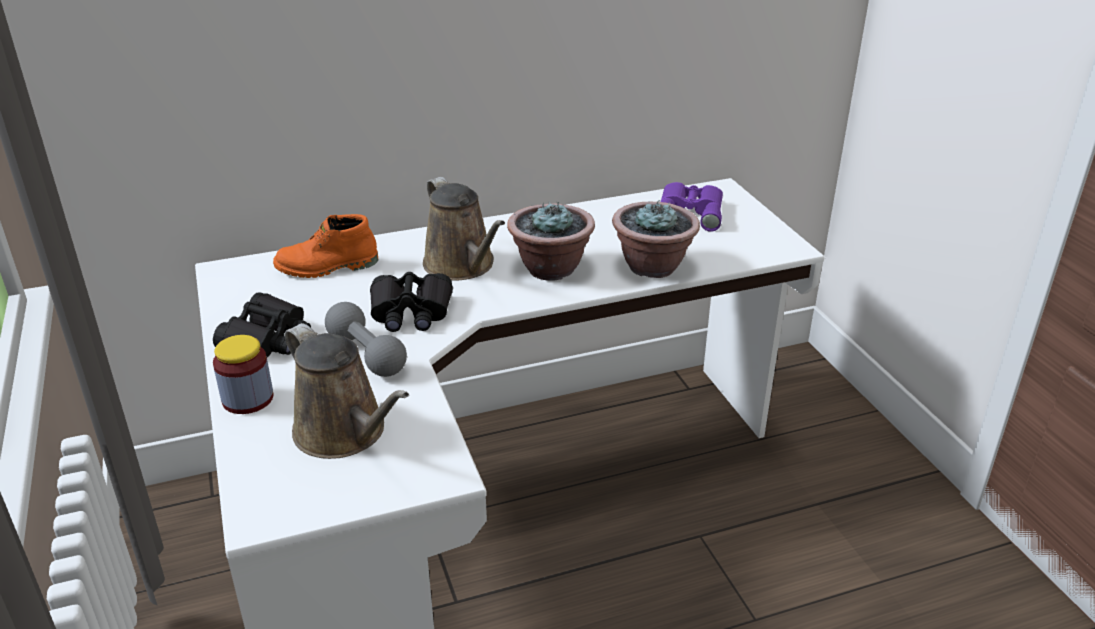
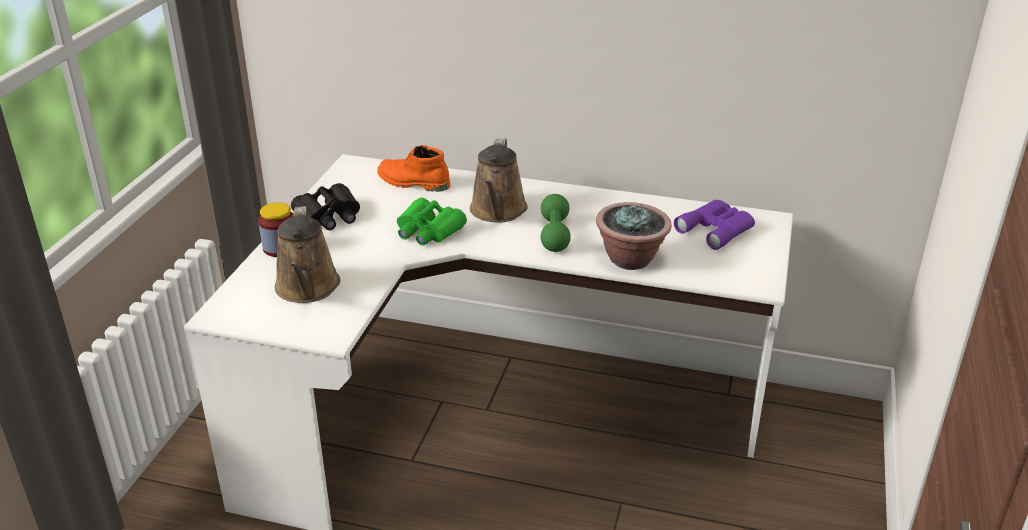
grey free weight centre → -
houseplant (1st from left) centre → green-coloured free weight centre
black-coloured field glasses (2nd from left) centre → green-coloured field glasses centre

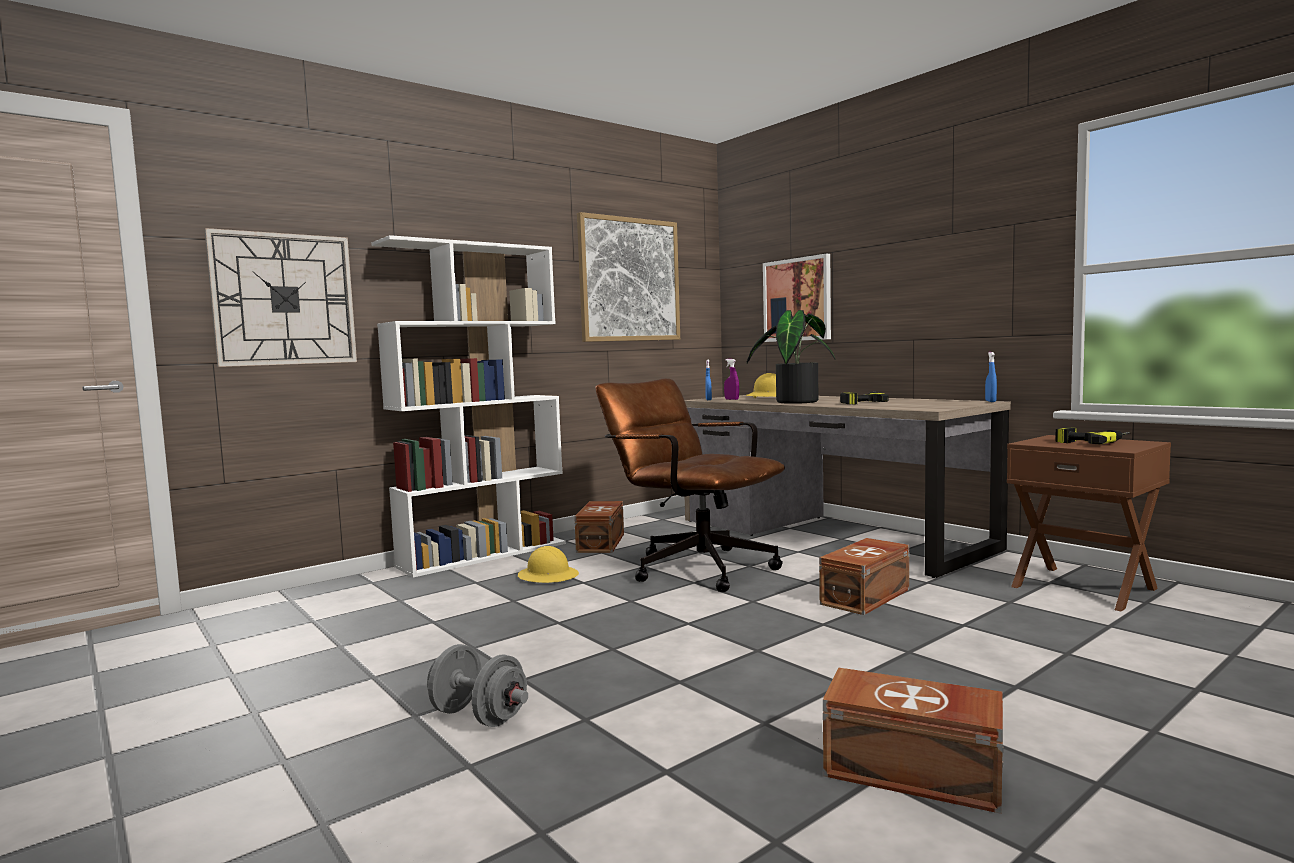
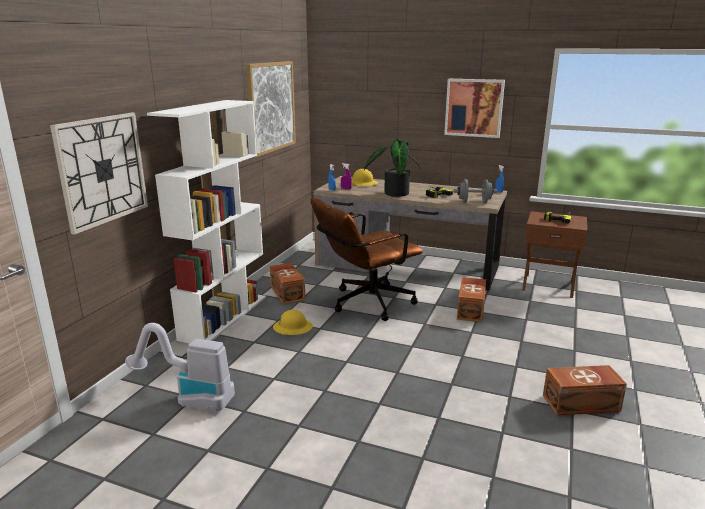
- → vacuum cleaner bottom left
grey free weight bottom centre → grey free weight middle right, moved
wall picture (2nd from left) centre → wall picture (2nd from left) top right, moved
brown computer chair centre, 45 degrees counterclockwise

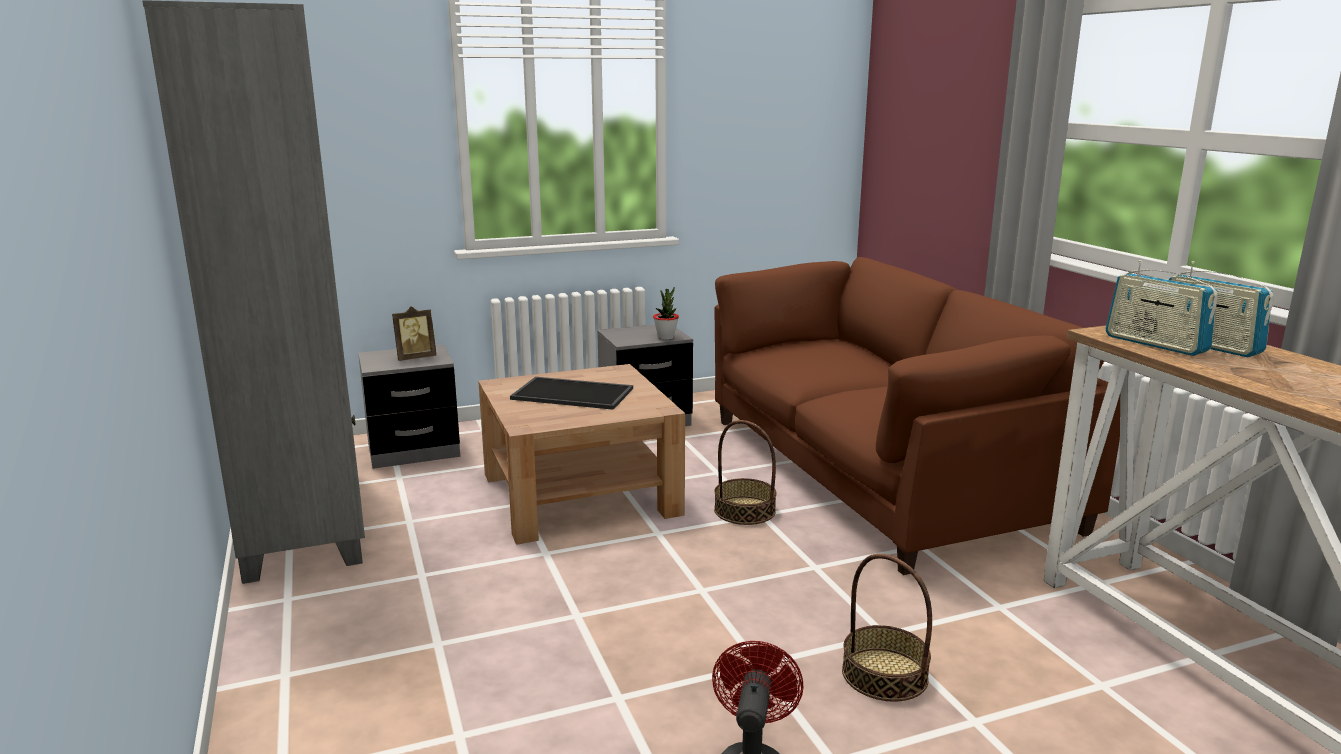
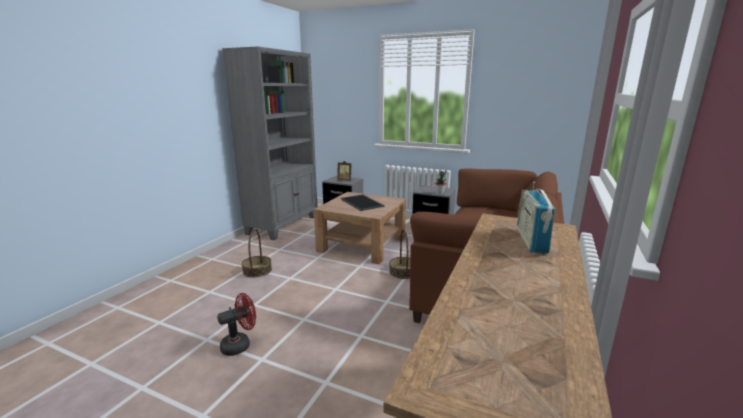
radio (1st from left) middle right → -
basket (2nd from left in the first image) bottom centre → basket (1st from left) centre, moved

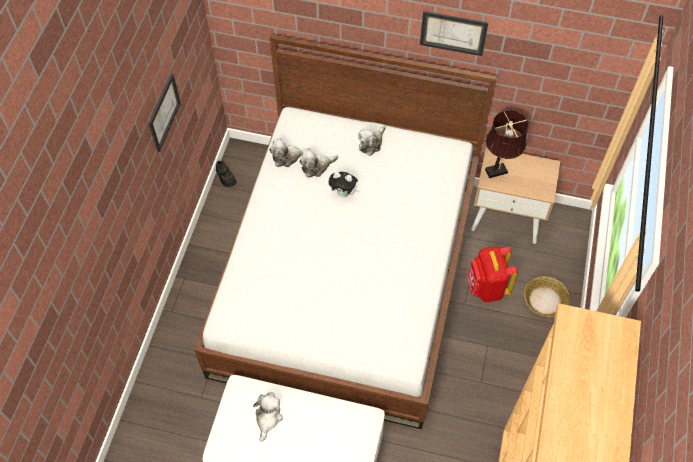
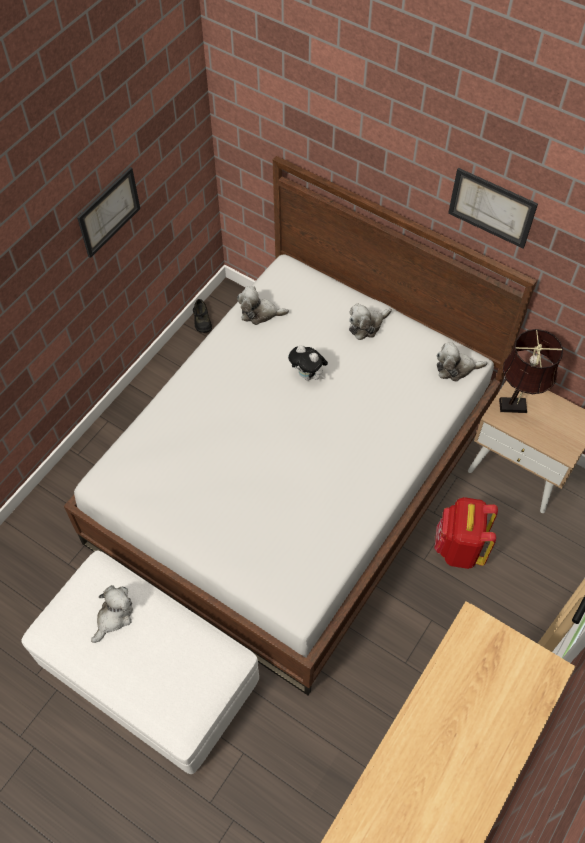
basket middle right → -
soft toy (3rd from left in the first image) centre → soft toy (5th from left) middle right, moved

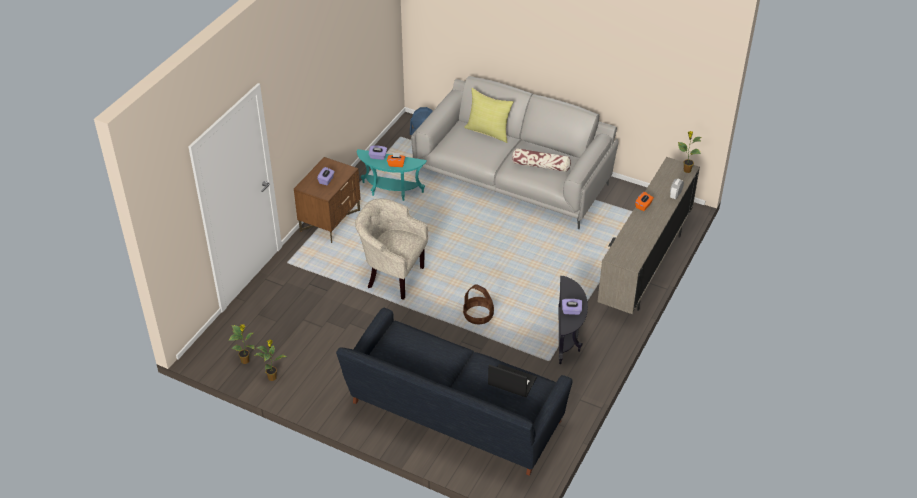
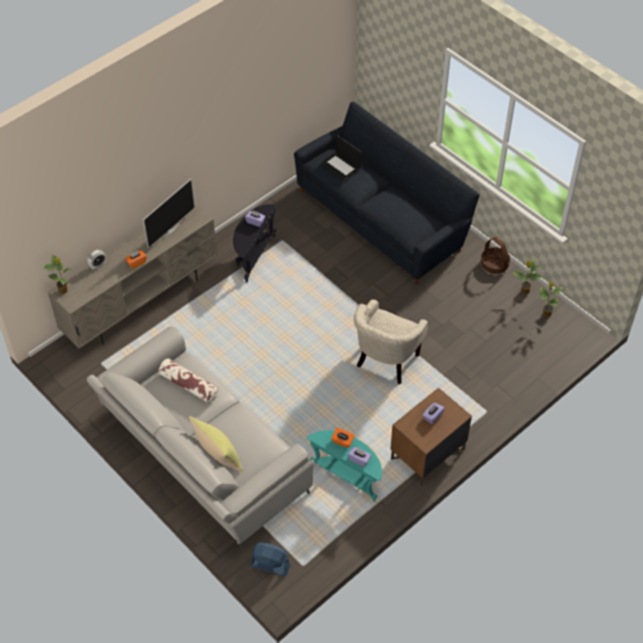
- → TV top left
basket centre → basket middle right, moved
sand-coloured lounge chair centre, 75 degrees clockwise

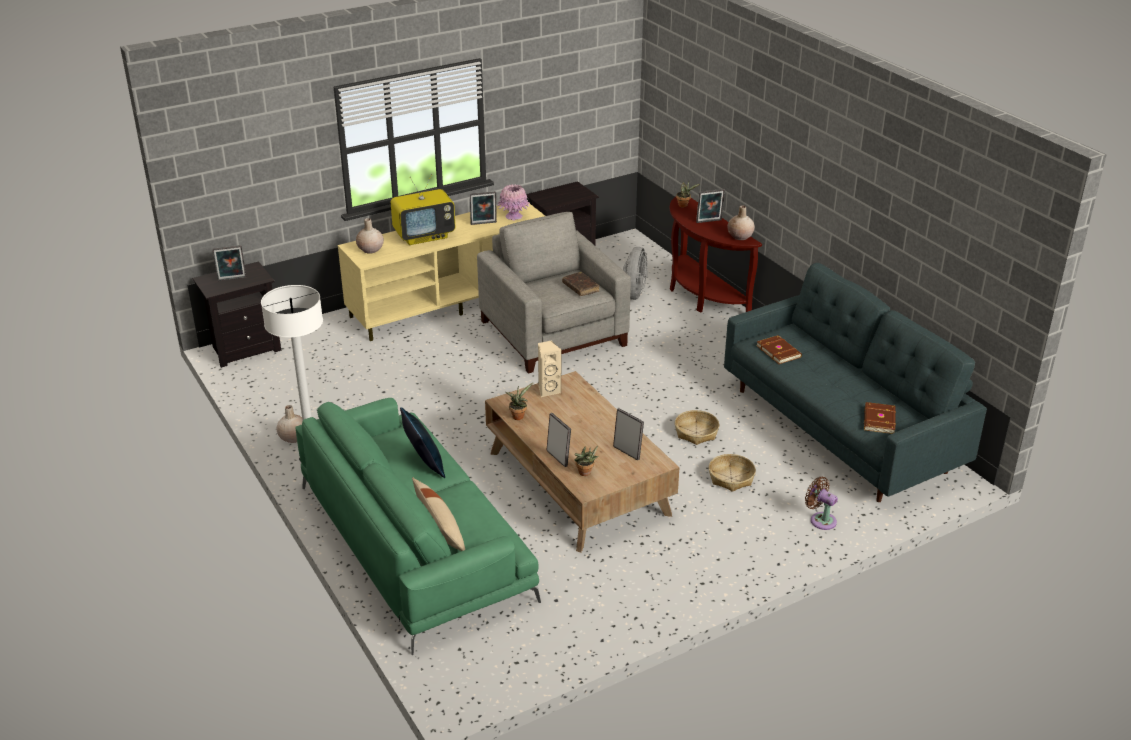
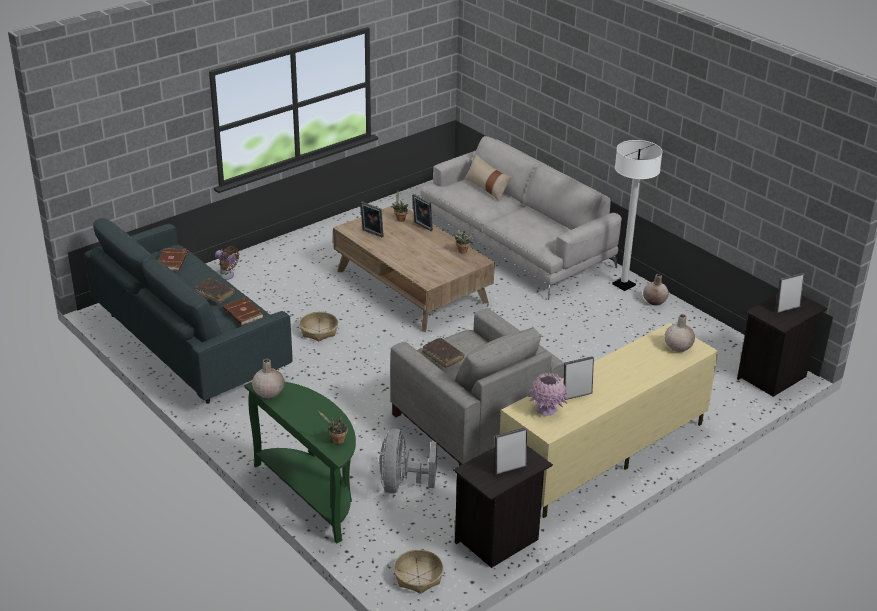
TV top centre → -
blue-coloured throw pillow centre → -
sand-coloured speaker centre → -
- → brown volume (2nd from left) middle left
photo frame (5th from left in the first image) top centre → photo frame (3rd from left) bottom centre, moved
basket (2nd from left) centre → basket (2nd from left) bottom centre, moved
green-coloured settee bottom centre → grey settee (2nd from left) centre
brown console table centre → green-coloured console table bottom centre

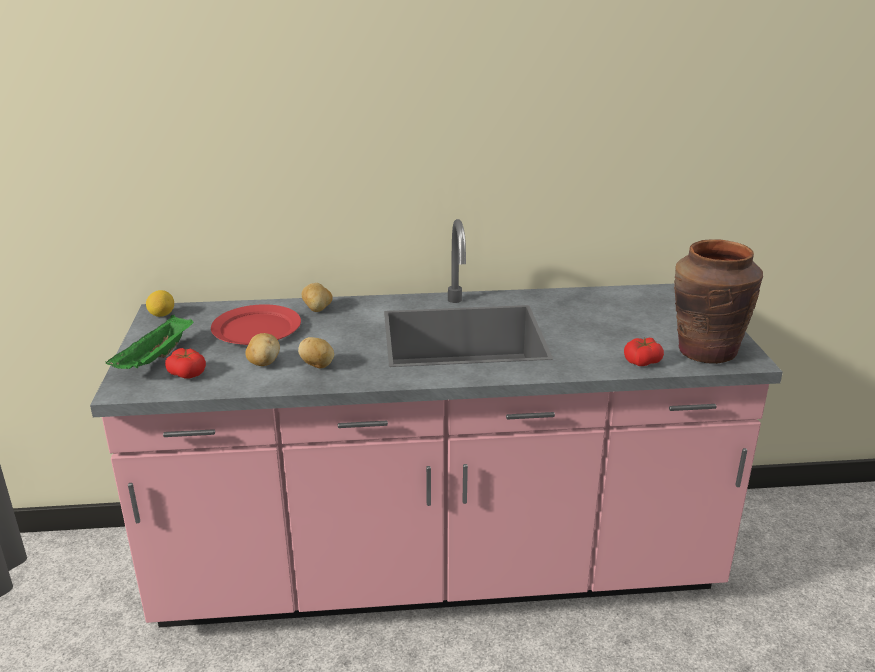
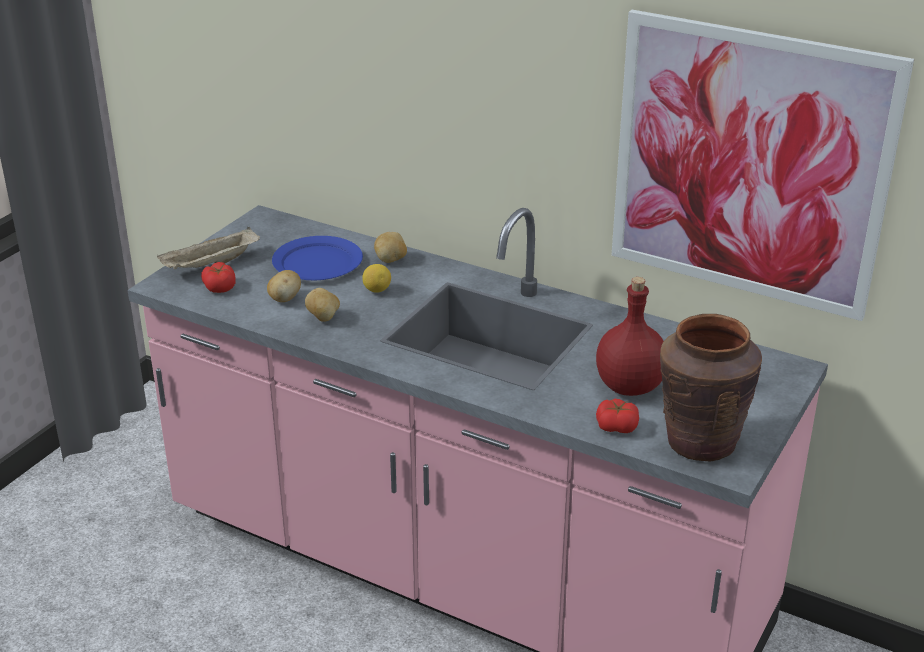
- → red-coloured drink bottle middle right
- → wall picture top right
whole lemon middle left → whole lemon centre, moved
green-coloured carrying tray middle left → sand-coloured carrying tray middle left
red-coloured flat dish middle left → blue-coloured flat dish centre

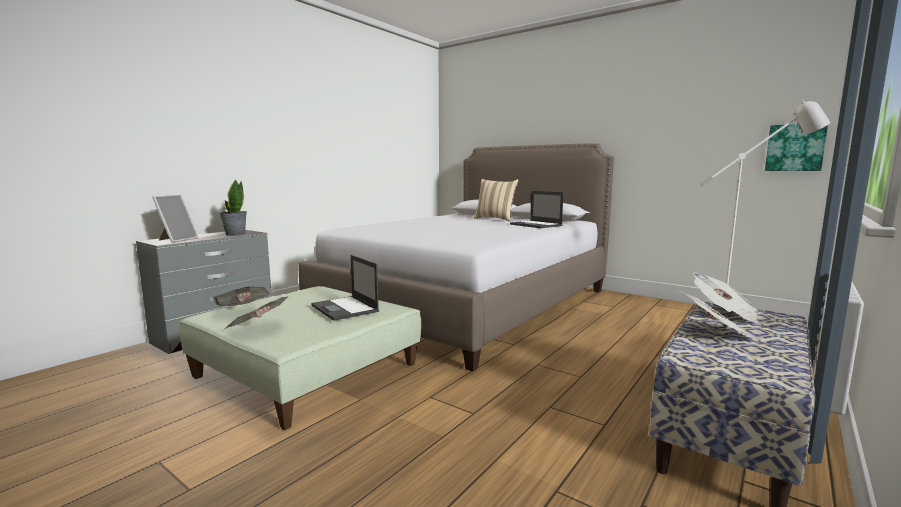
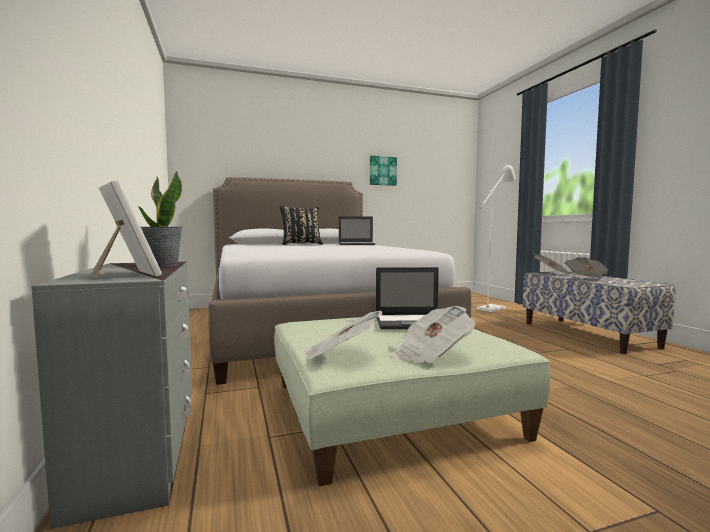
wall picture top right → wall picture top centre, moved
sand-coloured throw pillow centre → black-coloured throw pillow centre

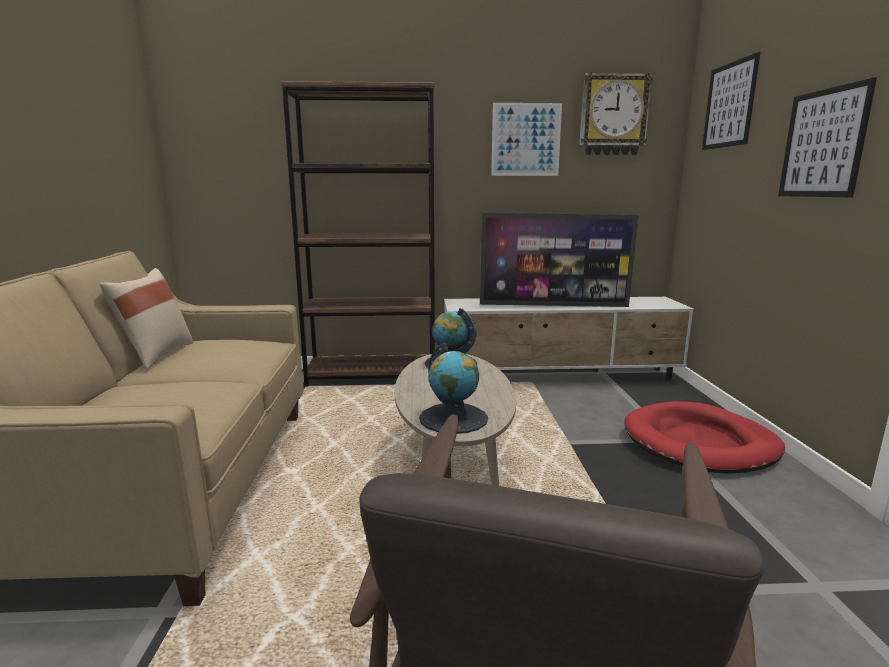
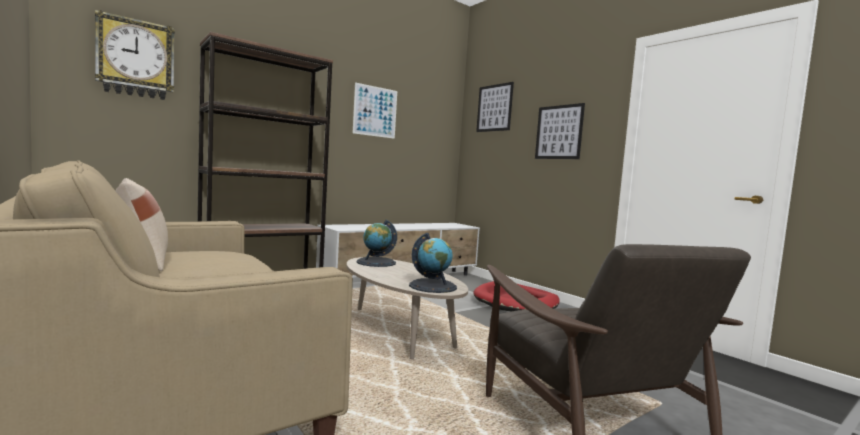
TV centre → -
clock on the wall top right → clock on the wall top left, moved

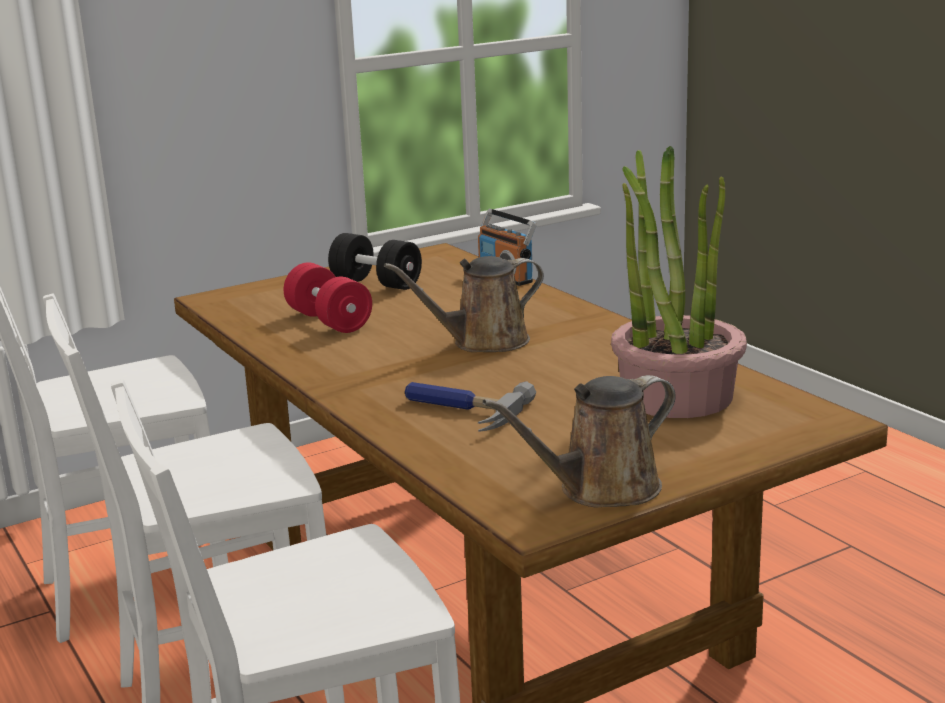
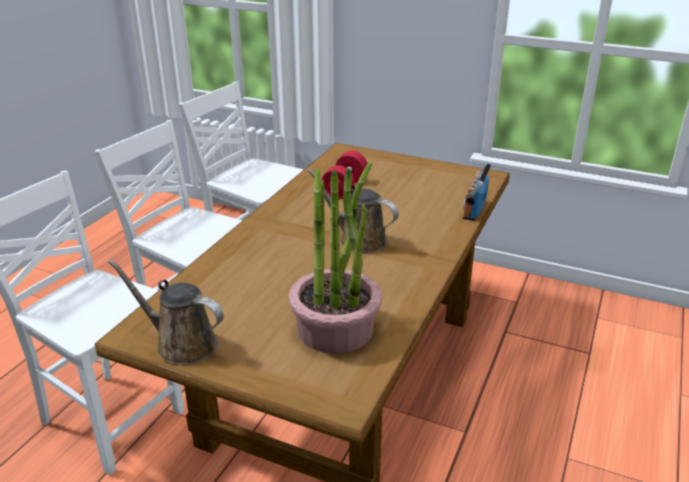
black-coloured free weight centre → -
hammer centre → -

